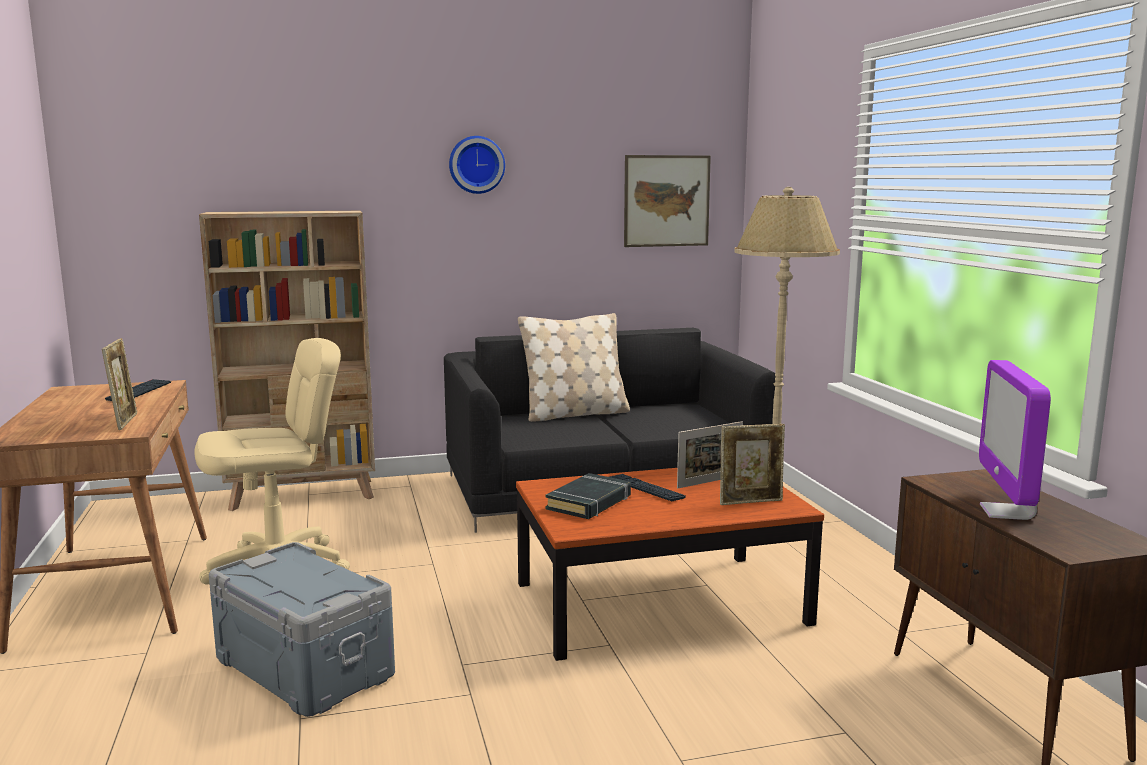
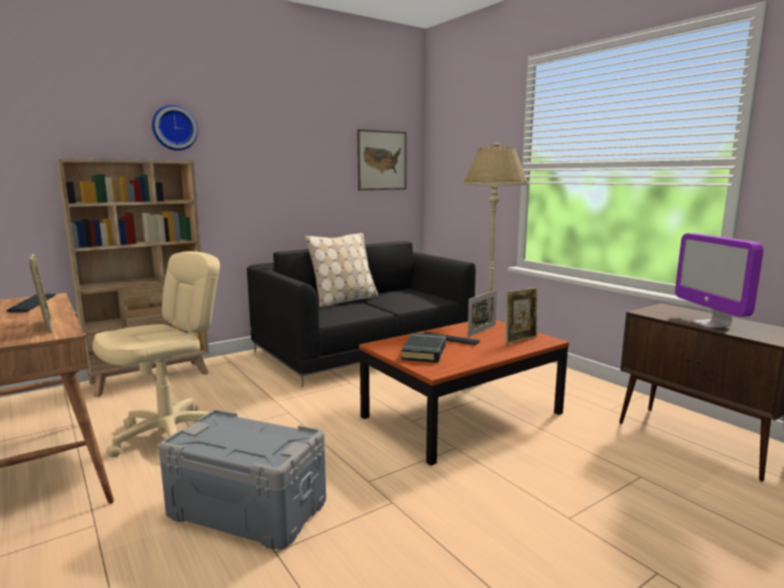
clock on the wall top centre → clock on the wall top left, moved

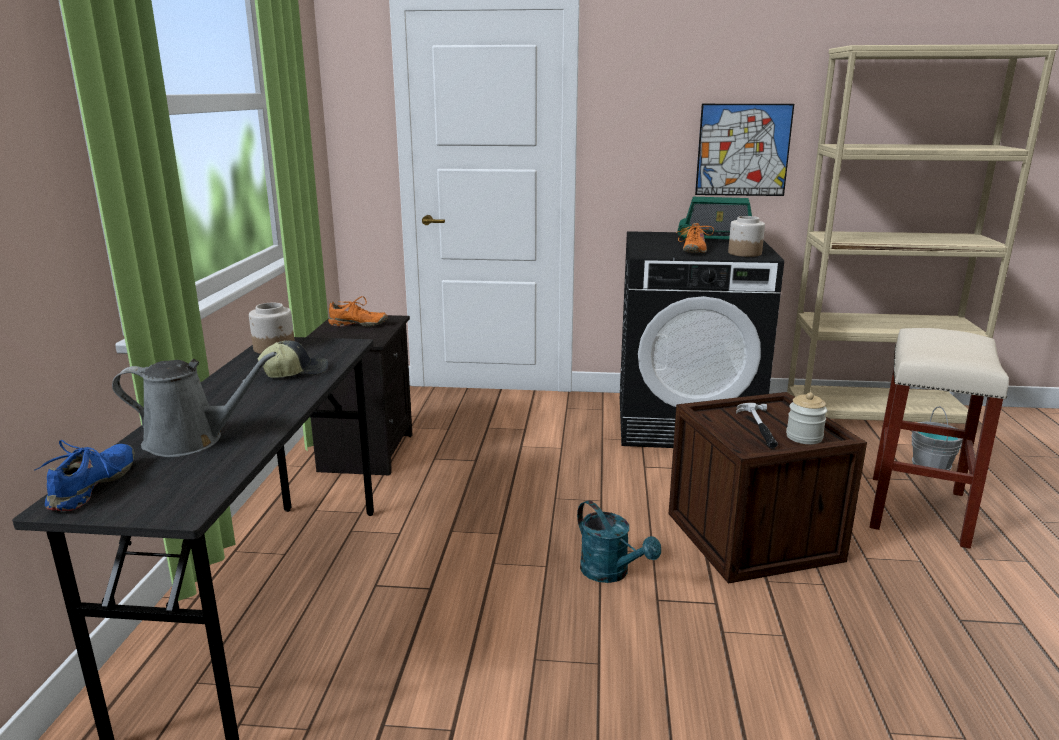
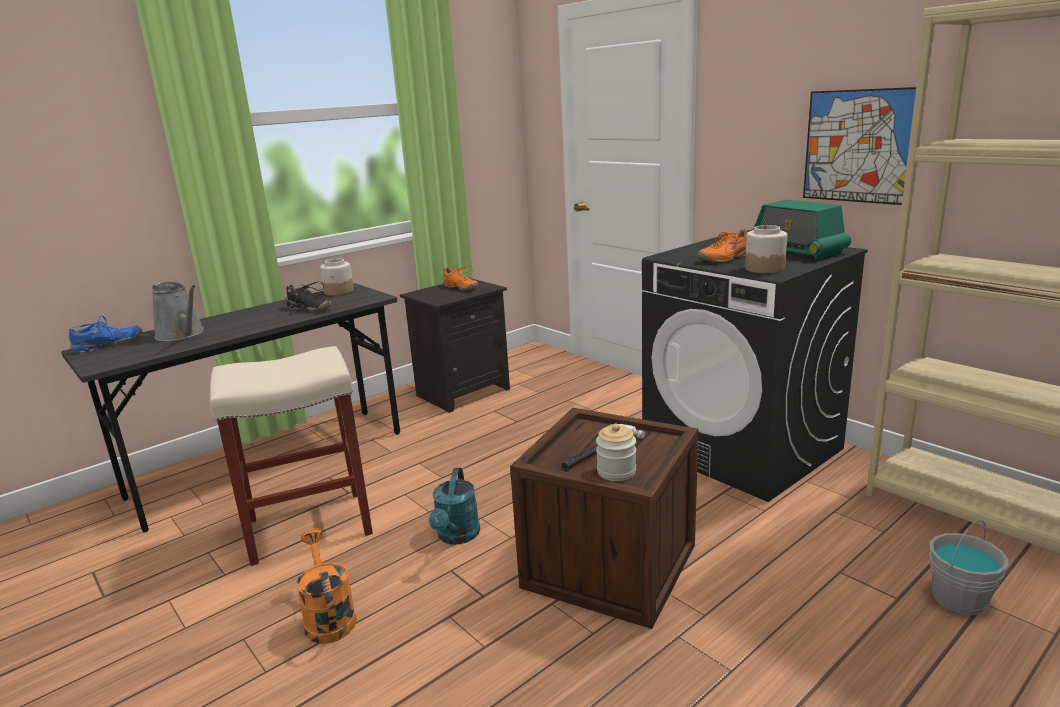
- → orange watering can bottom left
sand-coloured stool middle right → sand-coloured stool middle left, moved
baseball cap middle left → black-coloured low shoe middle left

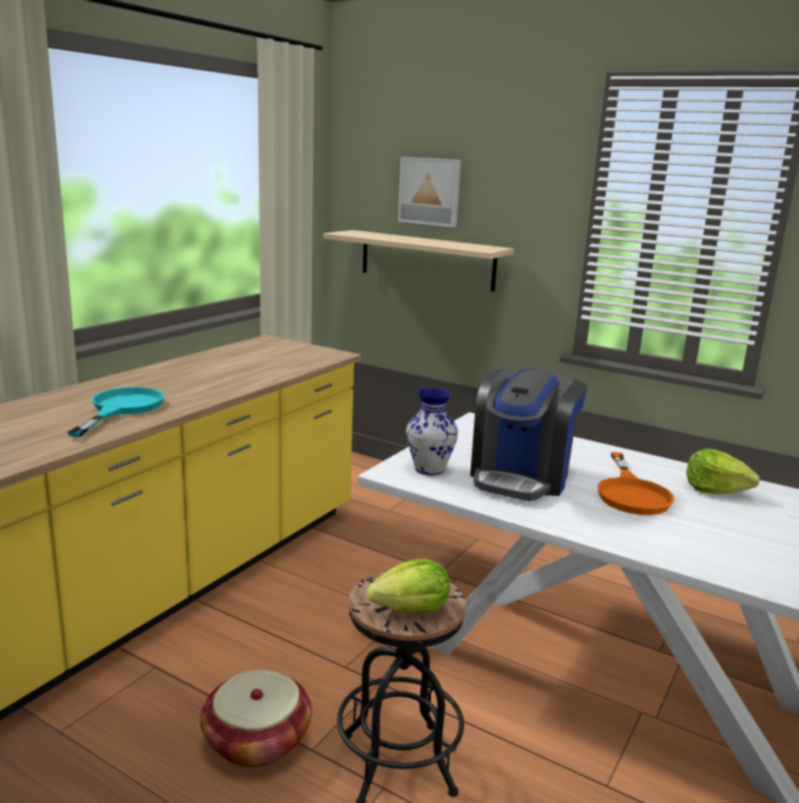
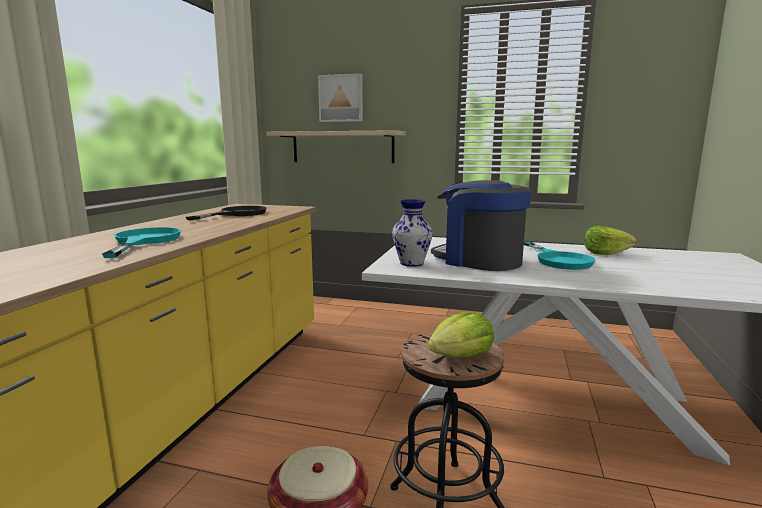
- → black-coloured pan middle left
orange pan middle right → blue-green pan (2nd from left) middle right
coffee maker centre, 120 degrees clockwise

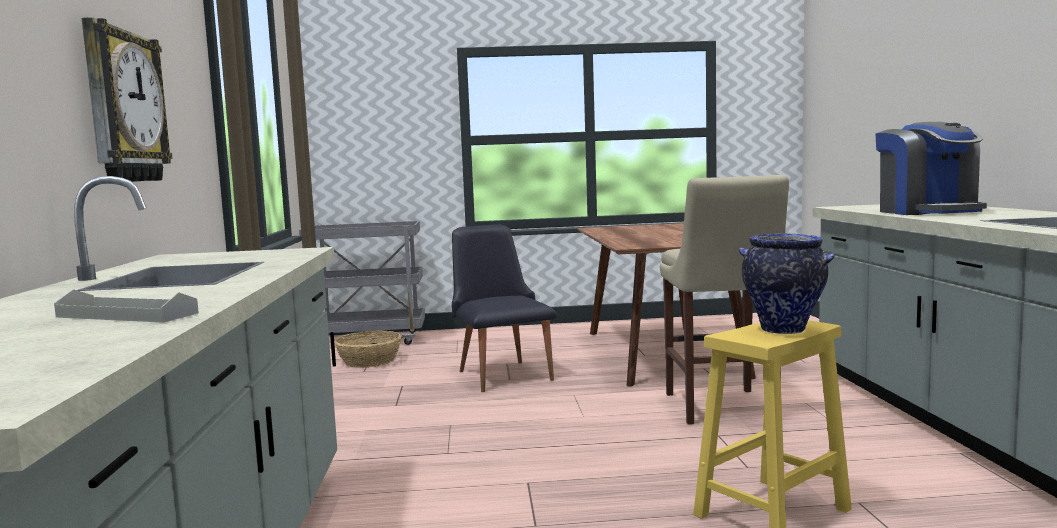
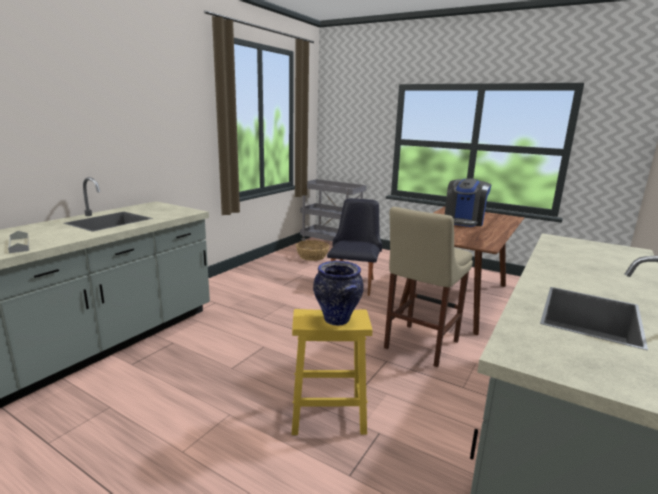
clock on the wall top left → -
coffee maker top right → coffee maker middle right, moved

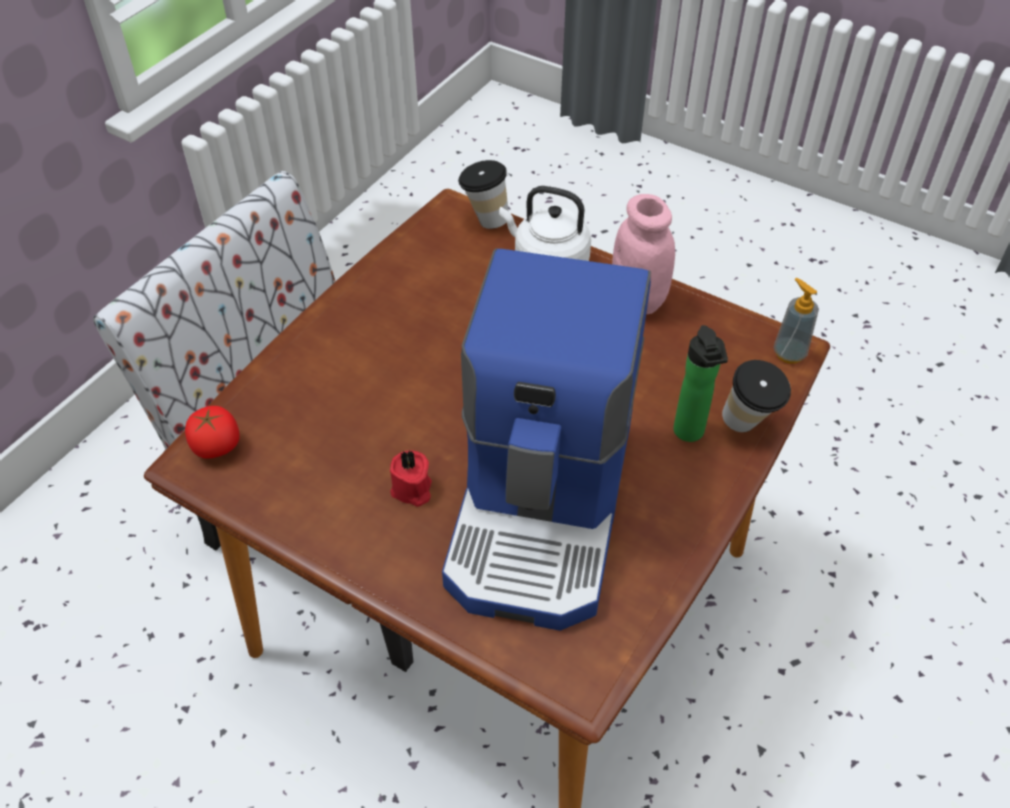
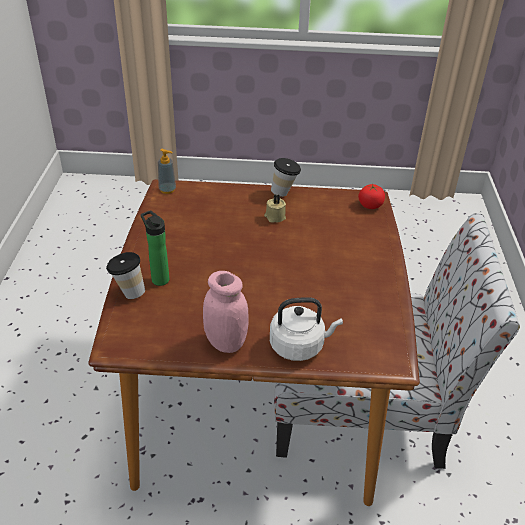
coffee maker centre → -
small cup (1st from left in the first image) top centre → small cup (2nd from left) centre, moved
liquid soap bottle middle right → liquid soap bottle top left, moved
red-coloured wax light centre → sand-coloured wax light centre

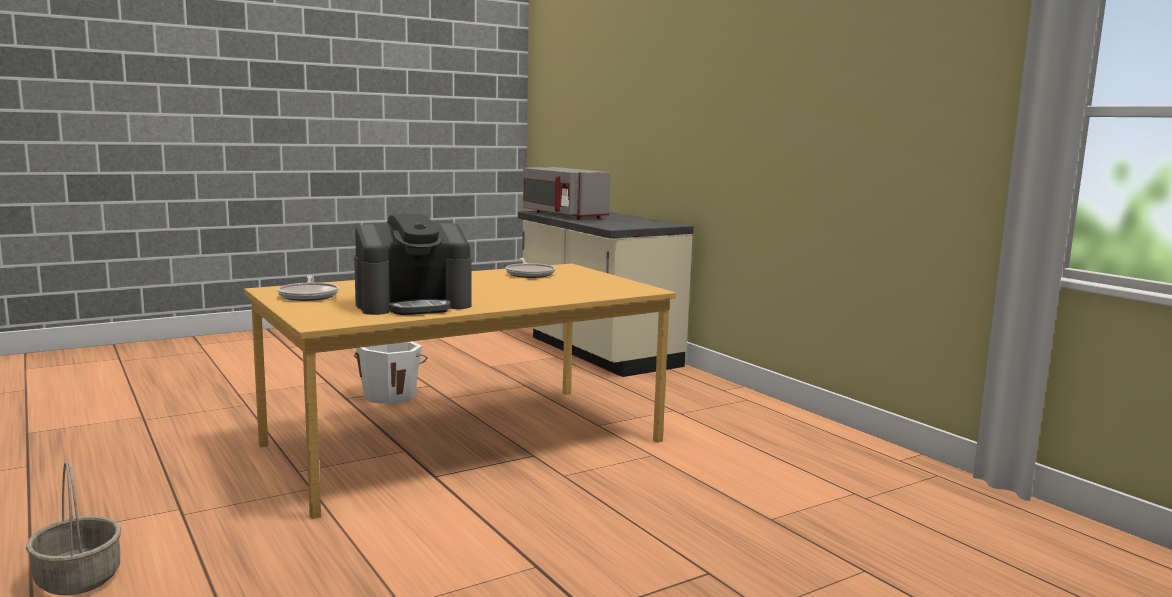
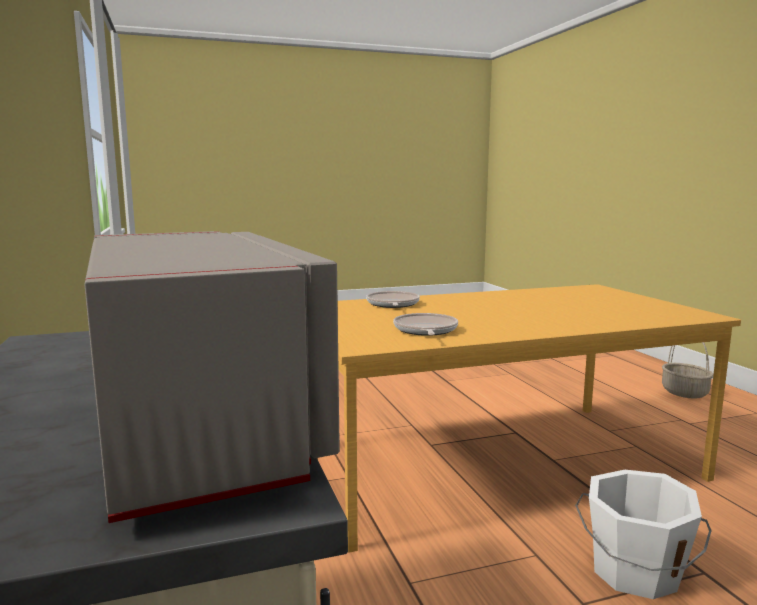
coffee maker centre → -
pan (1st from left) middle left → pan (1st from left) centre, moved

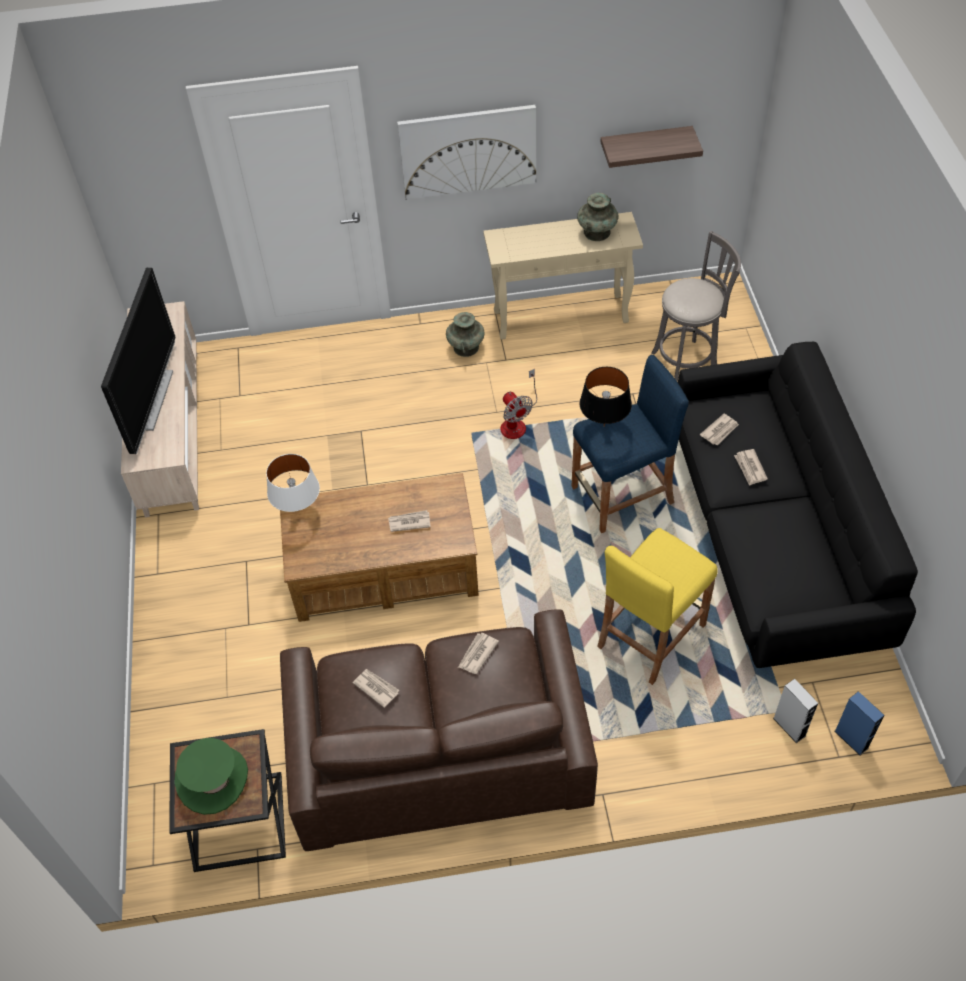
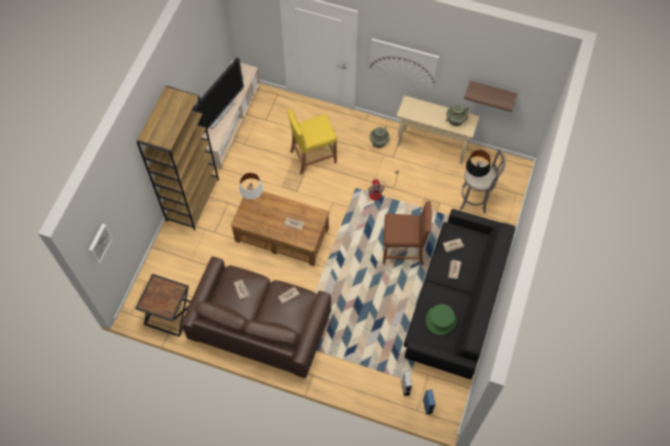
- → wall picture (1st from left) middle left
- → brown shelving unit middle left
green-coloured clothing hat bottom left → green-coloured clothing hat bottom centre, moved
black-coloured lamp for a table centre → black-coloured lamp for a table middle right, moved
yellow stool middle right → yellow stool top centre, moved
blue-coloured stool centre → brown stool centre

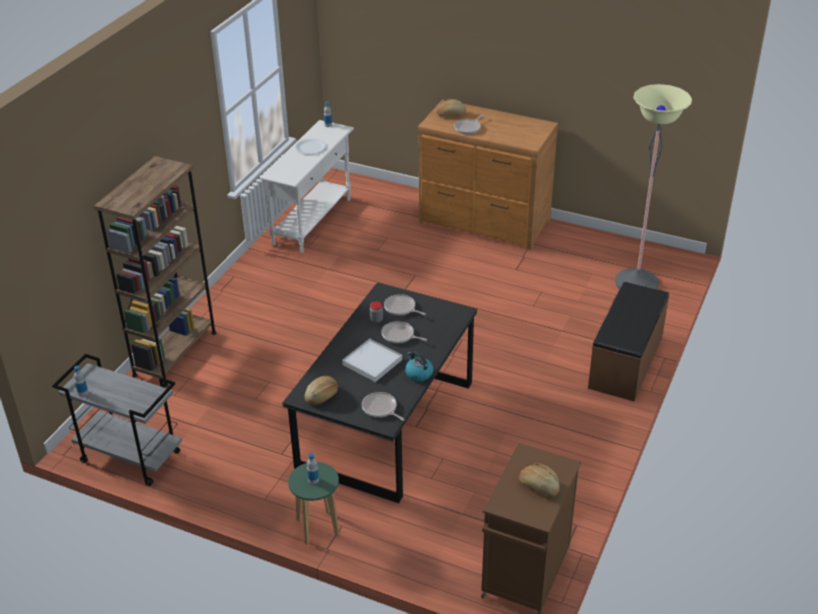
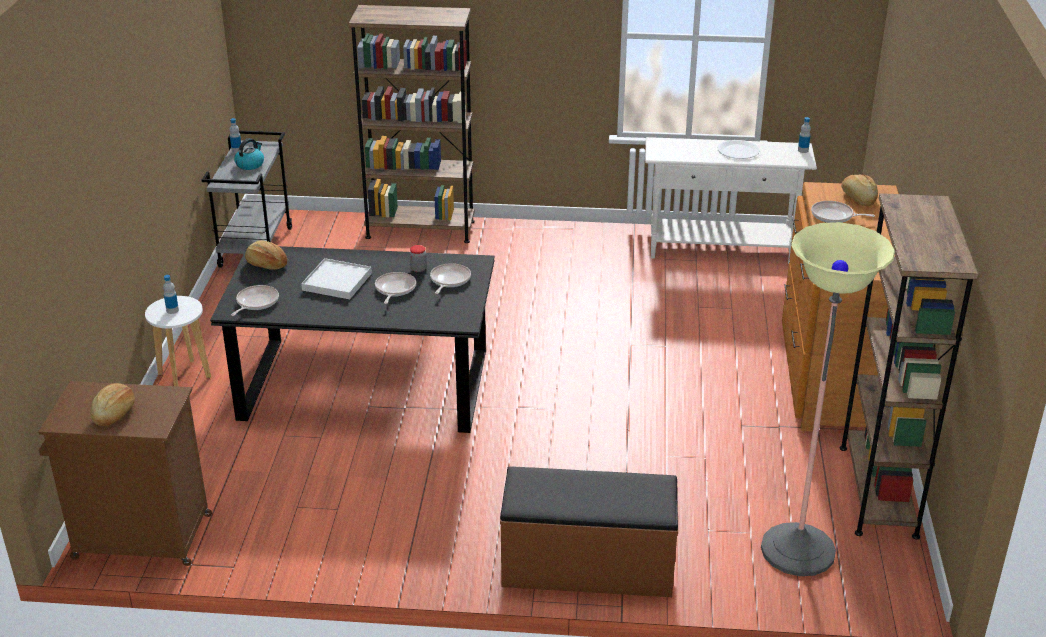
- → brown shelving unit (2nd from left) middle right
kettle centre → kettle top left, moved
green-coloured stool bottom centre → white-coloured stool middle left

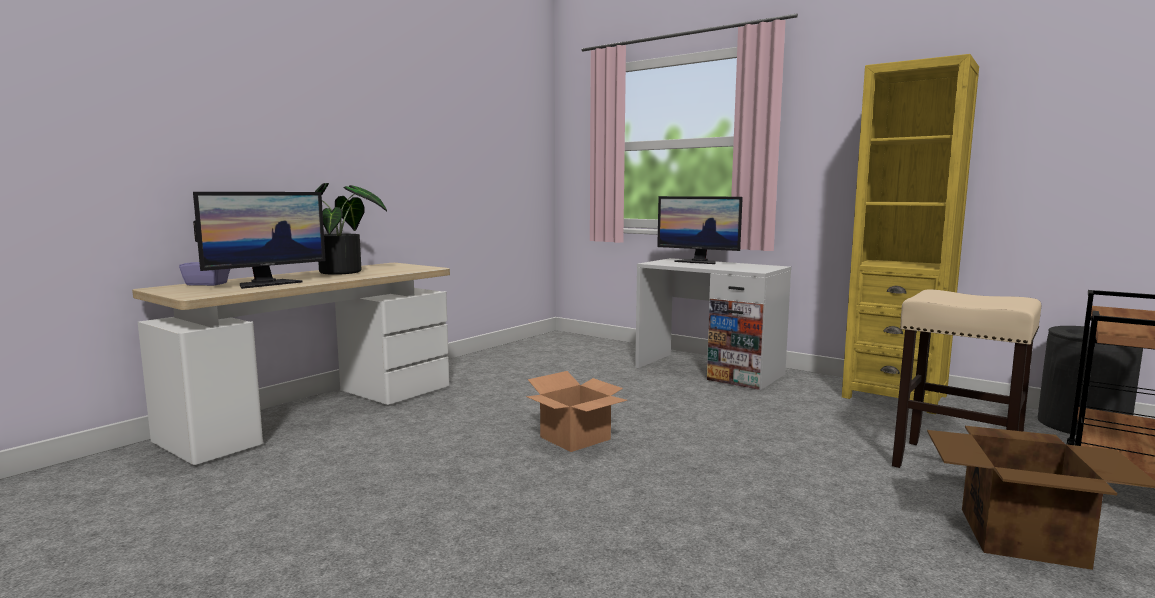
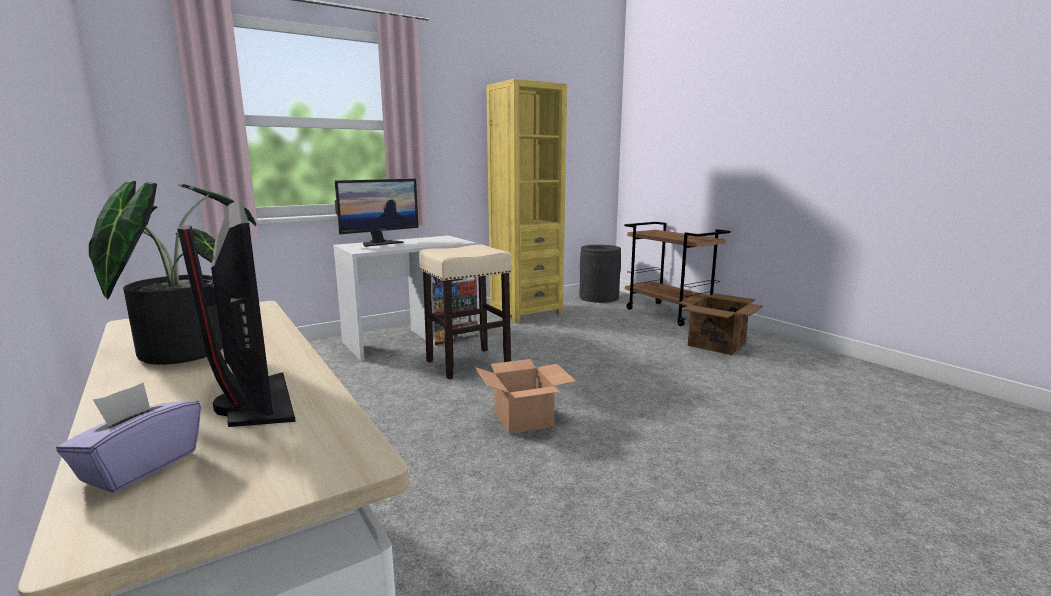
sand-coloured stool middle right → sand-coloured stool centre, moved

